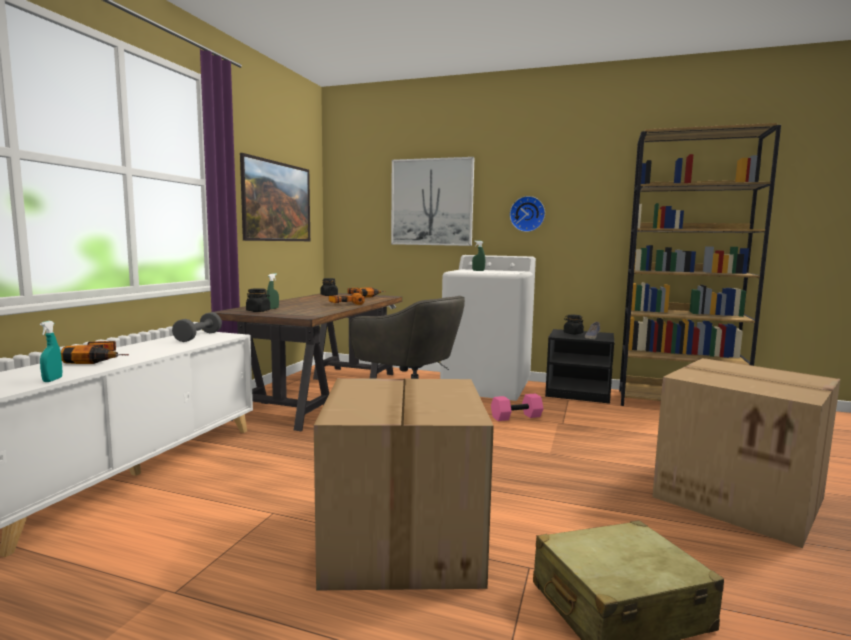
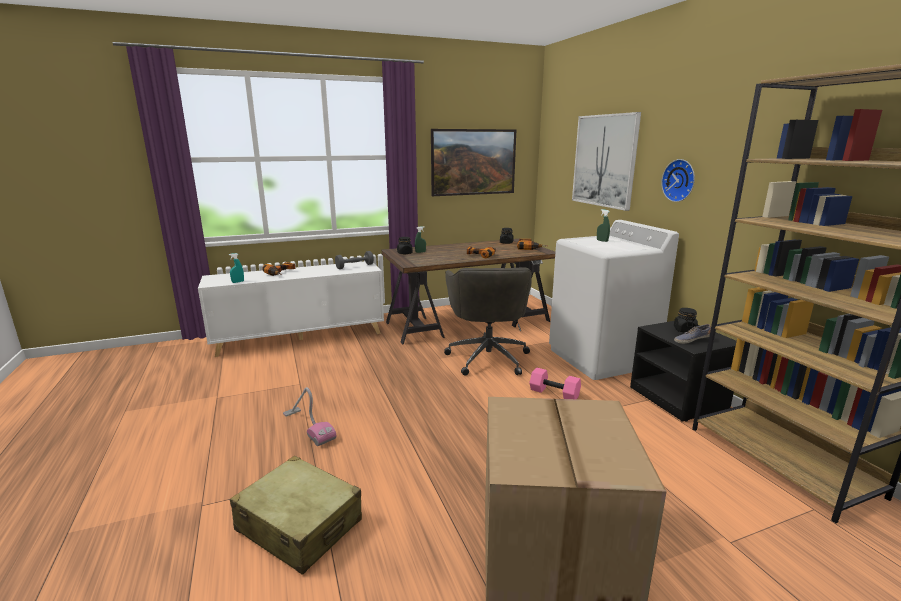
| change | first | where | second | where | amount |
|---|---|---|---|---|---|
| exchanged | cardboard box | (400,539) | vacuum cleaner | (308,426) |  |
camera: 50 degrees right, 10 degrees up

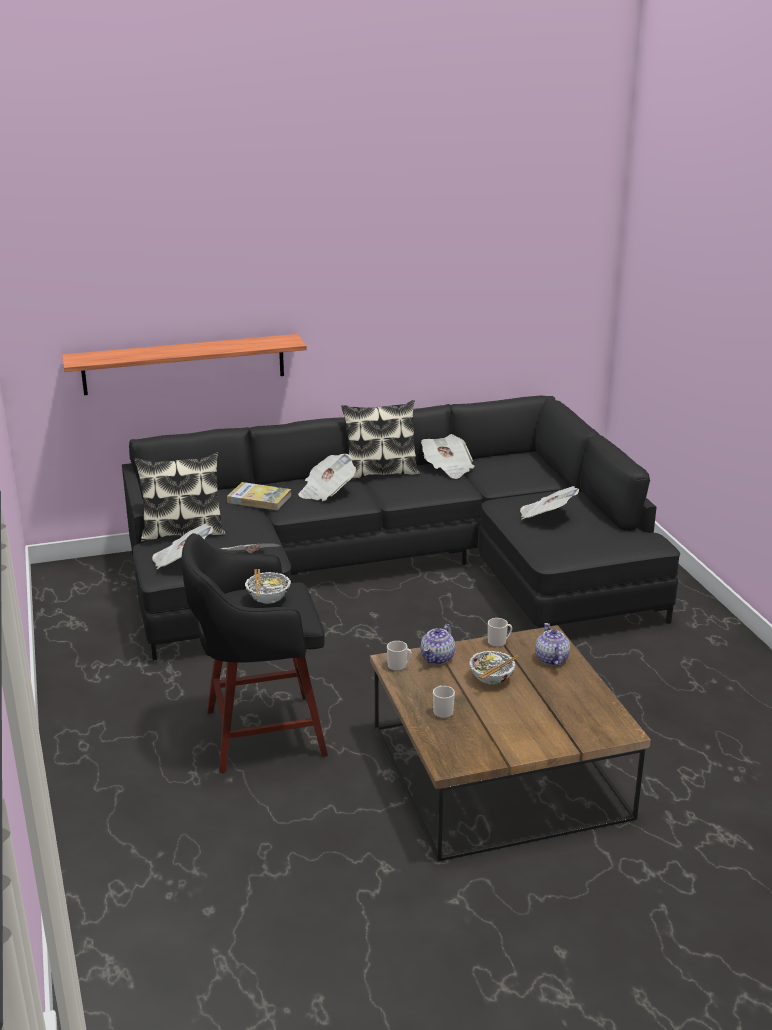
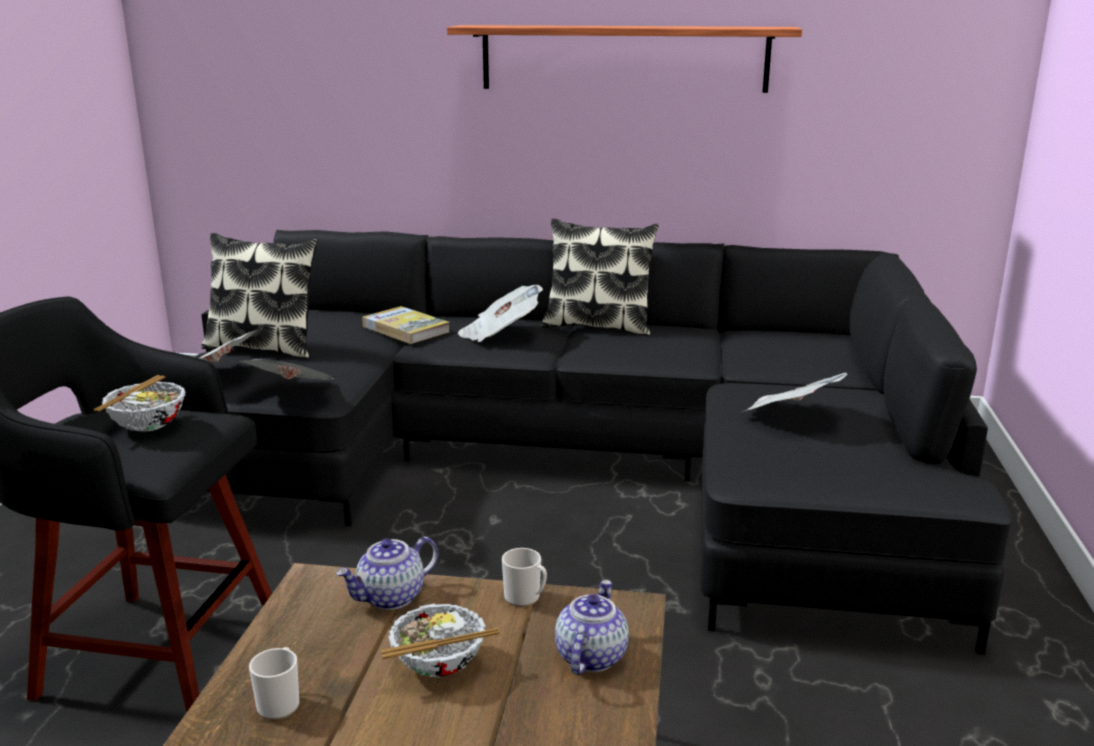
| change | first | where | second | where | amount |
|---|---|---|---|---|---|
| missing | mug | (399,666) |  |  |  |
| missing | newspaper | (447,468) |  |  |  |
| relocated | wall shelf | (184,364) |  | (624,58) |  |
camera: 25 degrees right, 5 degrees down

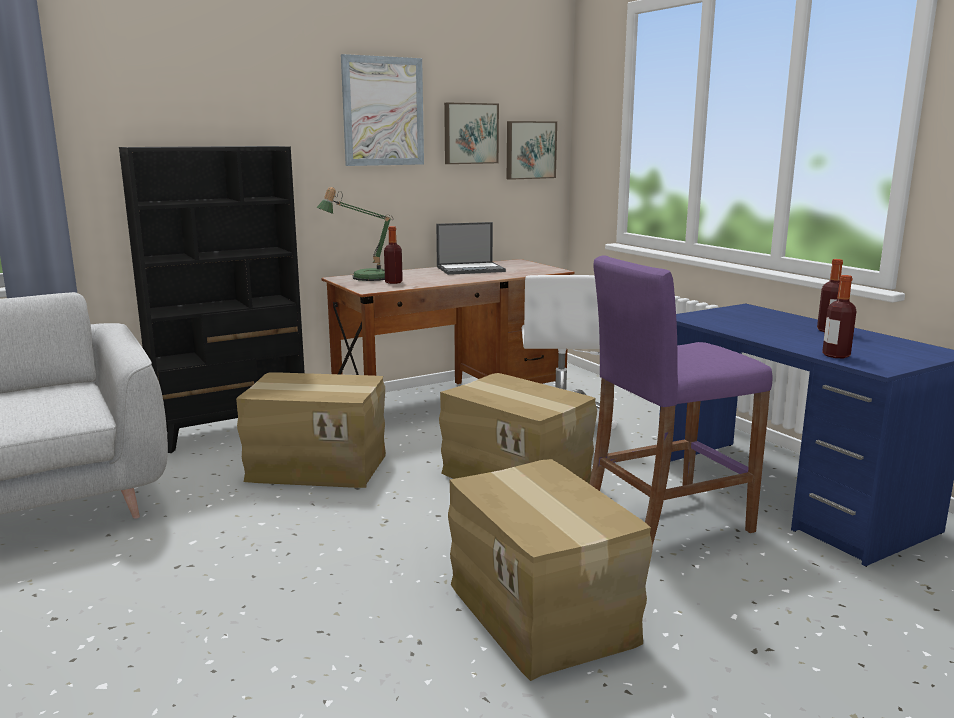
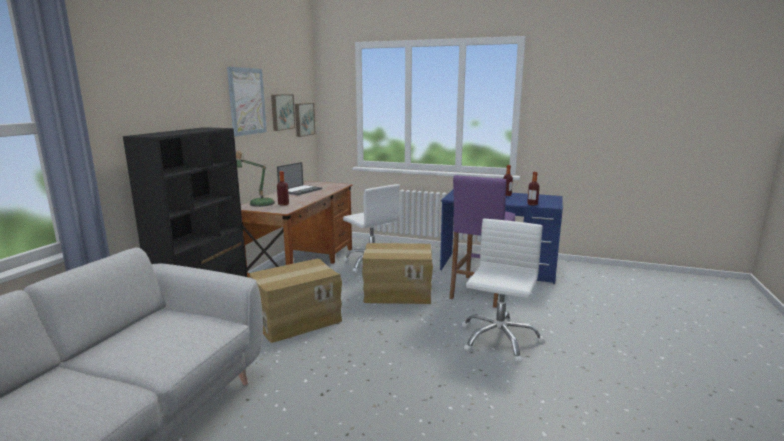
| change | first | where | second | where | amount |
|---|---|---|---|---|---|
| exchanged | cardboard box | (543,611) | whitish desk chair | (498,339) |  |
camera: 40 degrees left, 0 degrees up

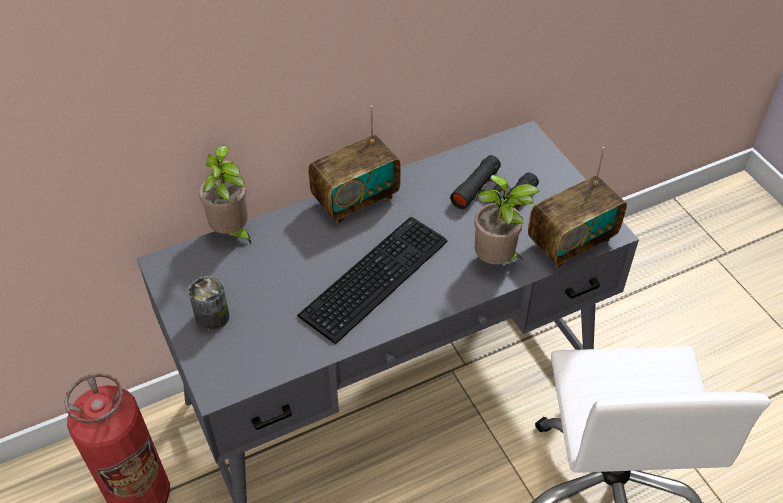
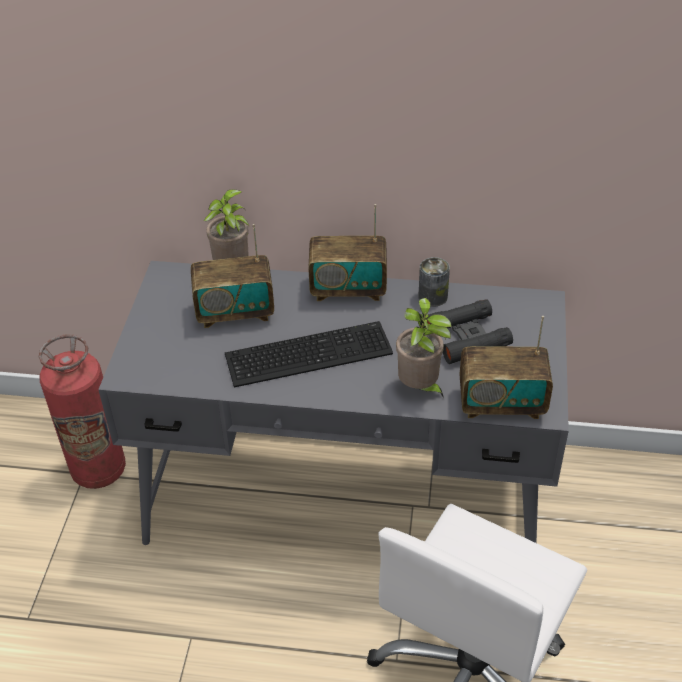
| change | first | where | second | where | amount |
|---|---|---|---|---|---|
| appeared |  |  | radio | (235,312) |  |
| relocated | metal can | (212,317) |  | (433,296) |  |
camera: 35 degrees right, 5 degrees down

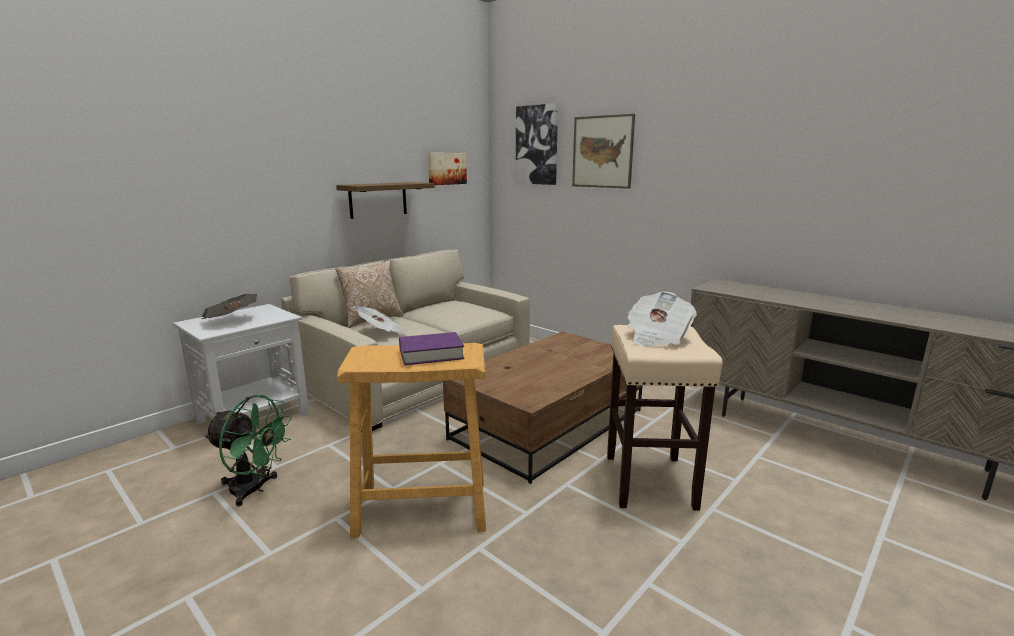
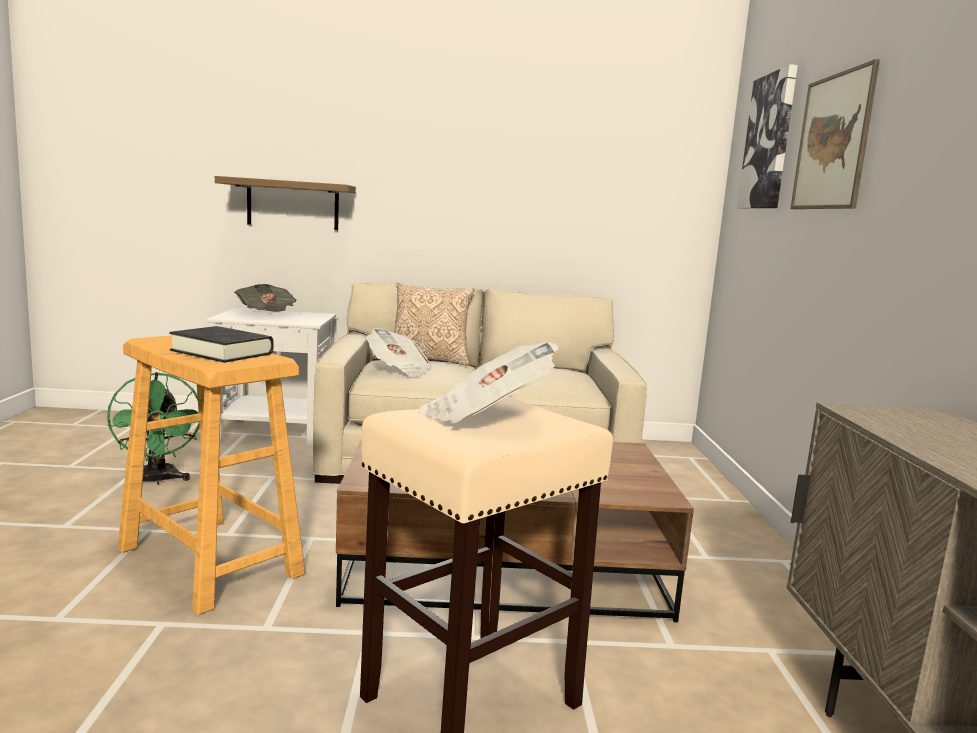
| change | first | where | second | where | amount |
|---|---|---|---|---|---|
| missing | wall art | (446,168) |  |  |  |
| relocated | wall shelf | (378,199) |  | (293,204) |  |
| colour | purplish volume | (431,354) | blackish volume | (222,352) |  |
camera: 45 degrees right, 5 degrees down

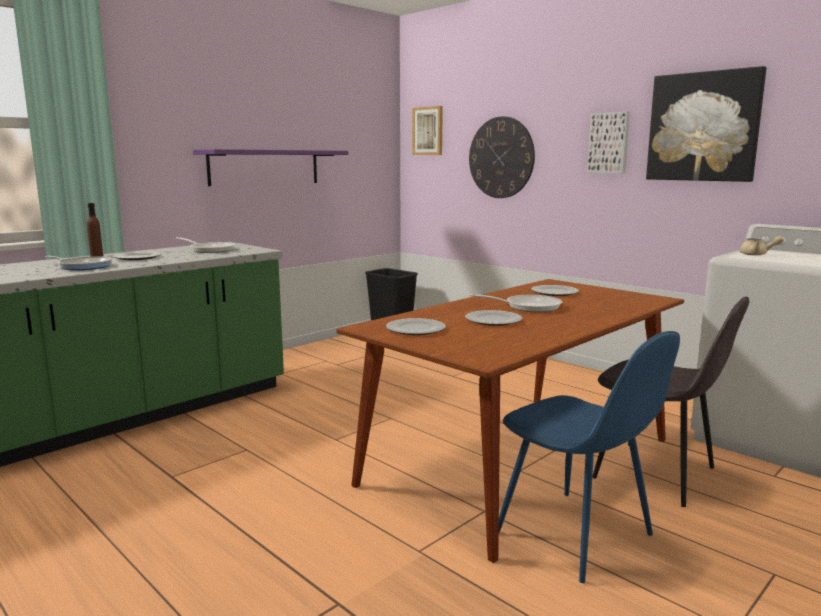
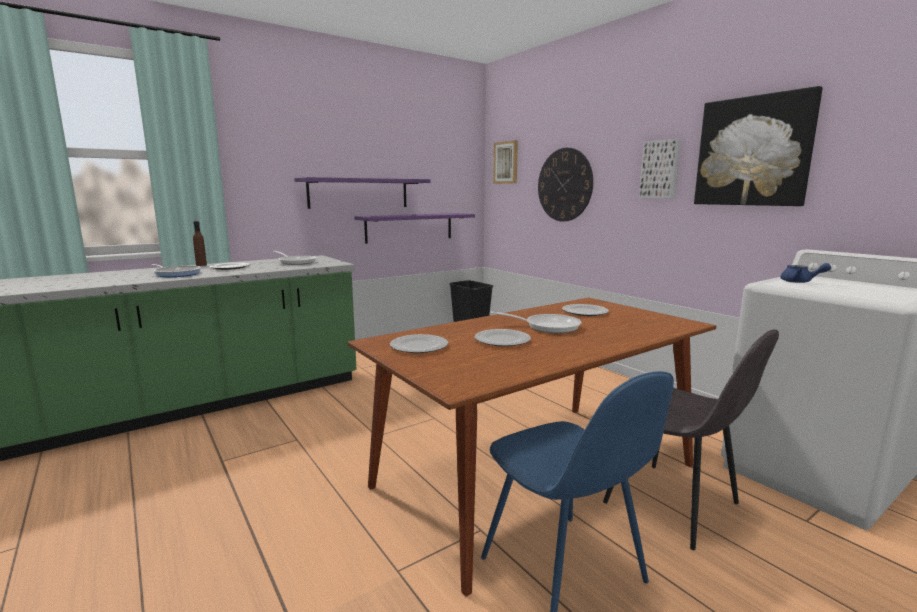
| change | first | where | second | where | amount |
|---|---|---|---|---|---|
| appeared |  |  | purplish wall shelf | (409,227) |  |
| colour | sand-coloured tea pot | (757,254) | blue-coloured tea pot | (800,282) |  |
camera: 10 degrees right, 0 degrees up

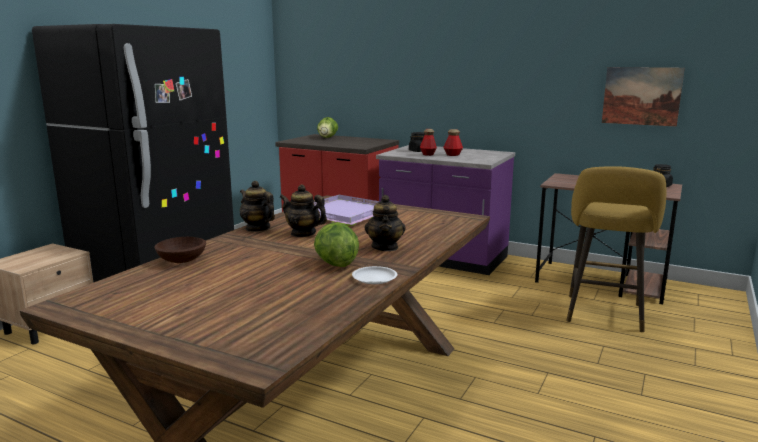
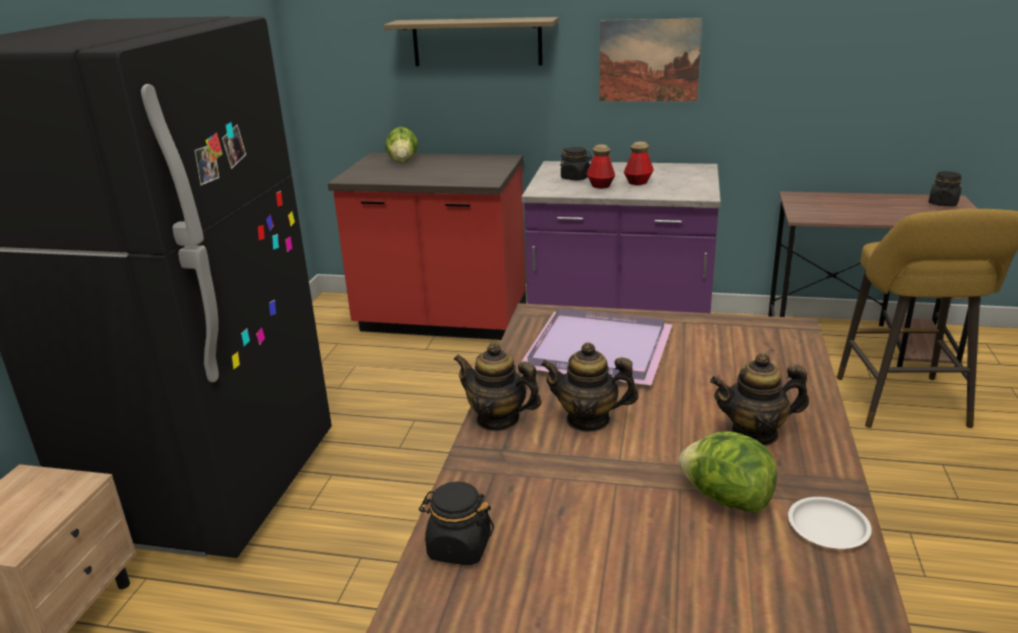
| change | first | where | second | where | amount |
|---|---|---|---|---|---|
| appeared |  |  | wall shelf | (477,42) |  |
| relocated | wall art | (641,96) |  | (649,60) |  |
| exchanged | brown serving bowl | (183,260) | blackish storage jar | (459,547) |  |
| spun | tea pot | (385,247) |  | (755,433) | 105 degrees clockwise |
camera: 15 degrees left, 10 degrees up

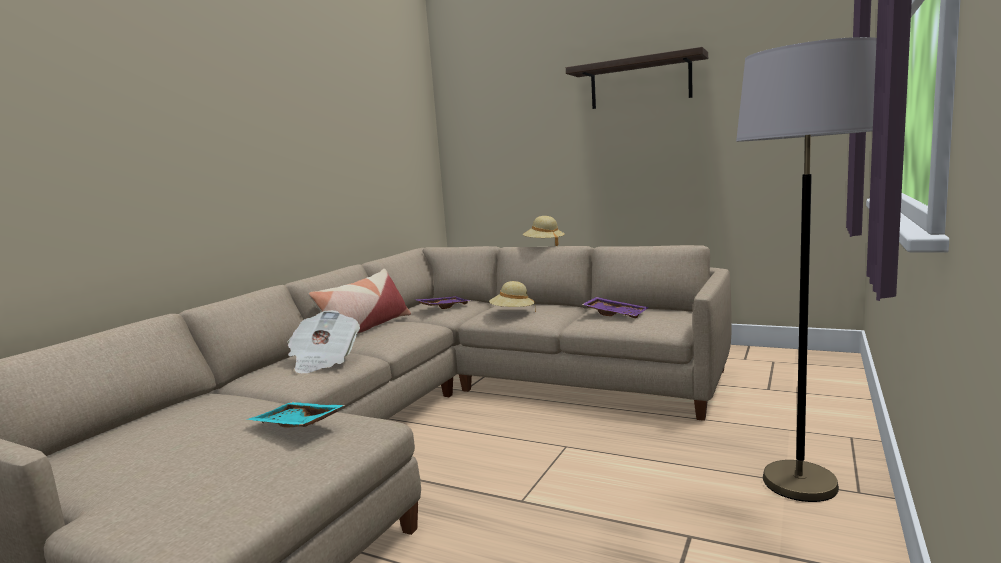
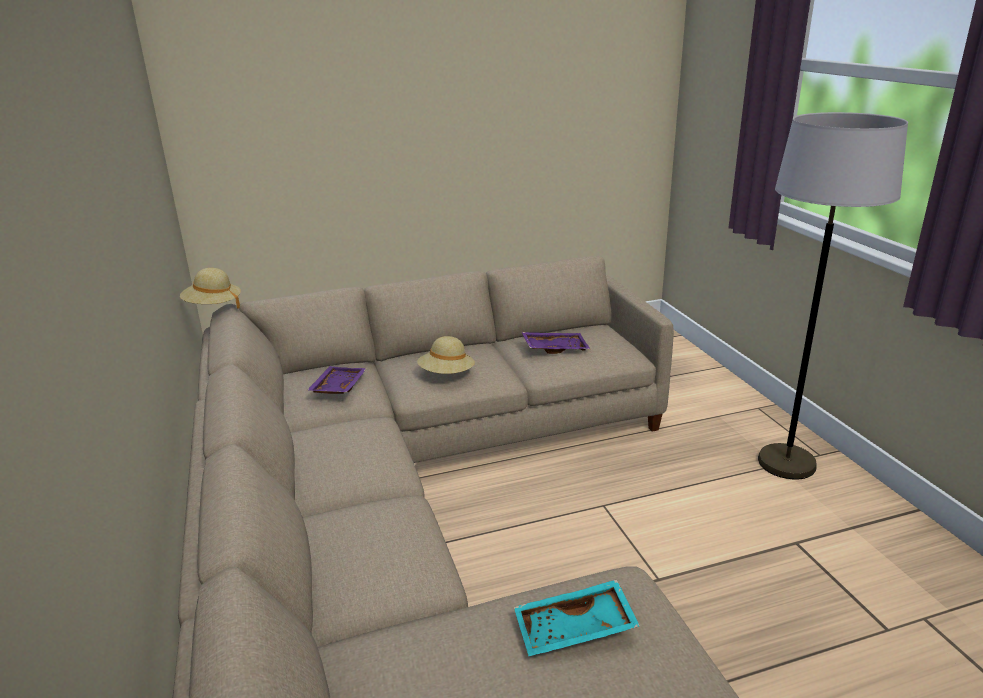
| change | first | where | second | where | amount |
|---|---|---|---|---|---|
| missing | newspaper | (324,360) |  |  |  |
| missing | cushion | (366,328) |  |  |  |
| missing | wall shelf | (640,82) |  |  |  |
| relocated | sand-coloured clothing hat | (544,244) |  | (213,306) |  |
camera: 45 degrees left, 15 degrees up

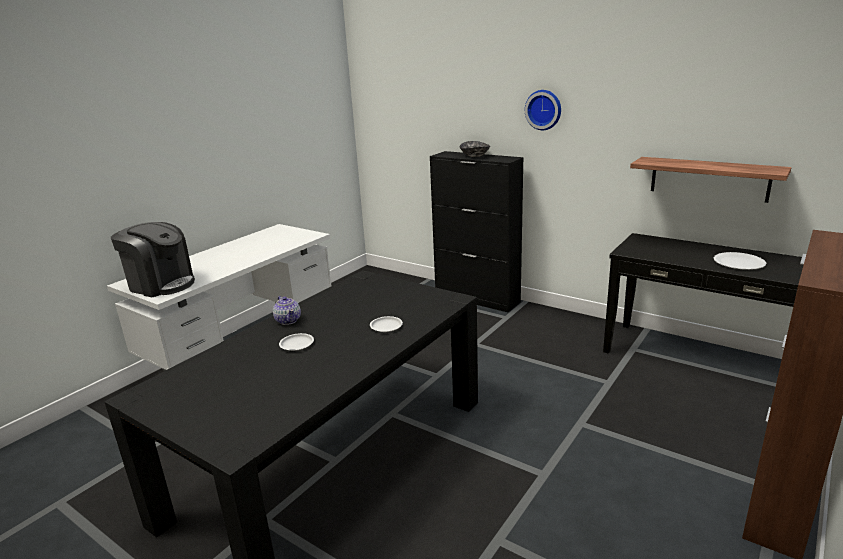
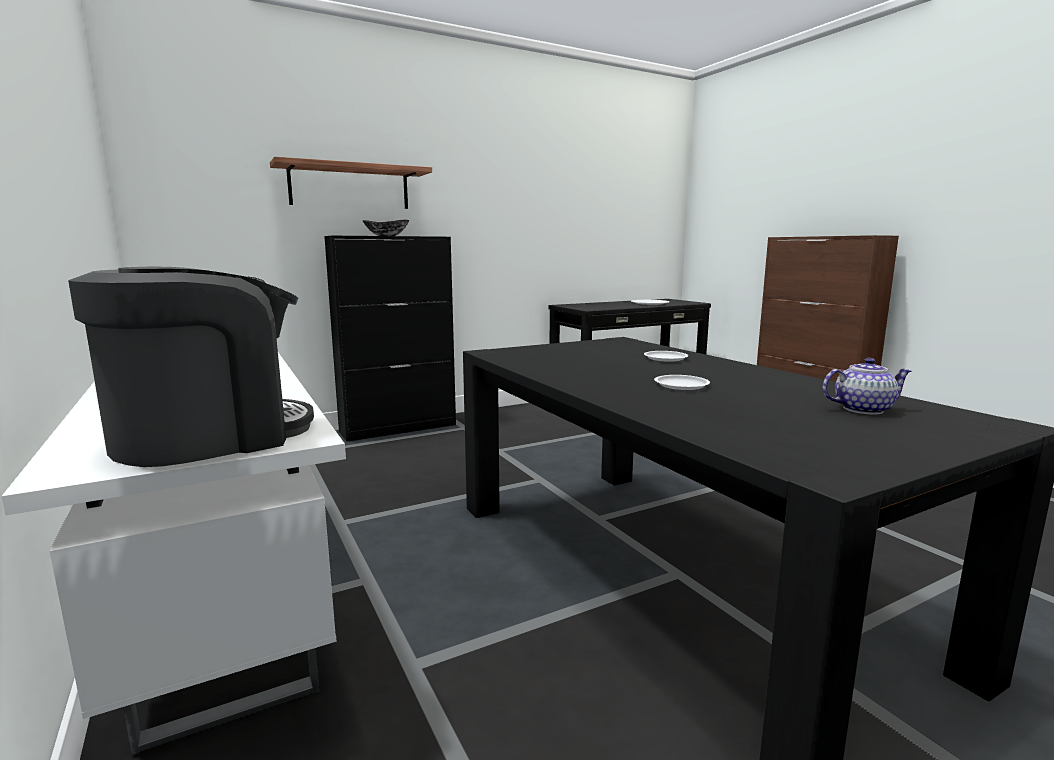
| change | first | where | second | where | amount |
|---|---|---|---|---|---|
| missing | wall clock | (544,109) |  |  |  |
| relocated | tea pot | (288,320) |  | (862,409) |  |
| relocated | wall shelf | (709,179) |  | (350,187) |  |
camera: 65 degrees left, 10 degrees down

